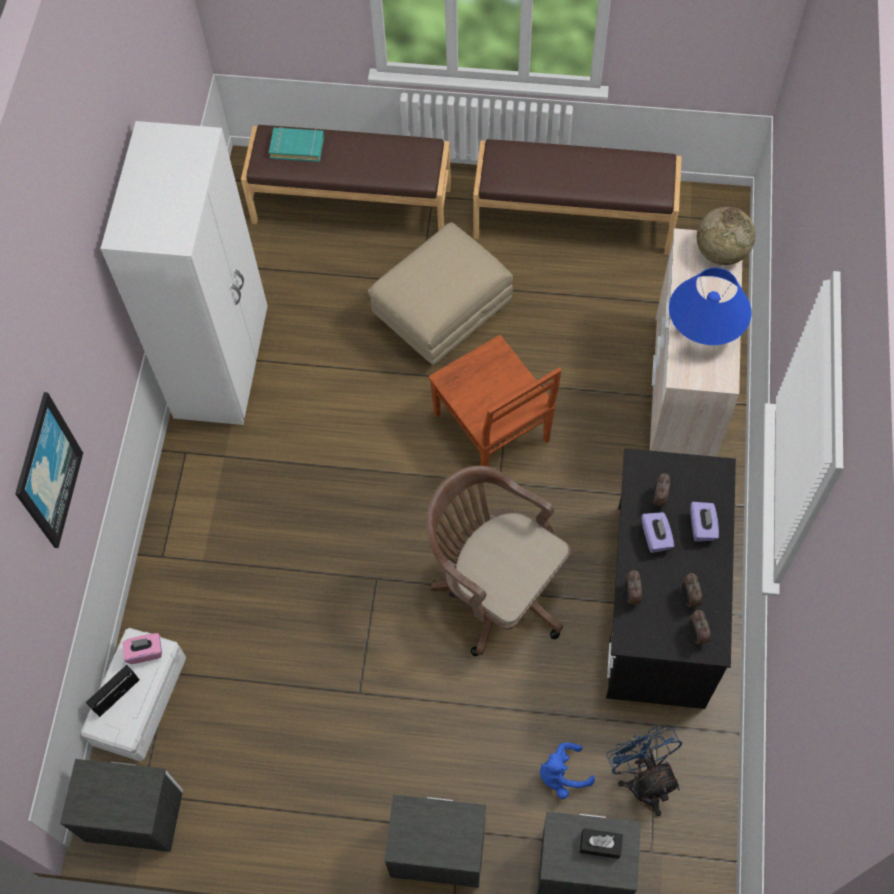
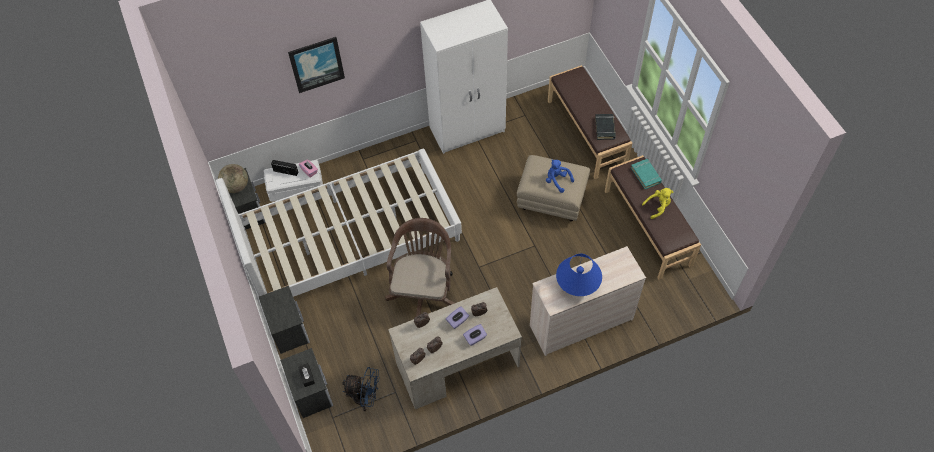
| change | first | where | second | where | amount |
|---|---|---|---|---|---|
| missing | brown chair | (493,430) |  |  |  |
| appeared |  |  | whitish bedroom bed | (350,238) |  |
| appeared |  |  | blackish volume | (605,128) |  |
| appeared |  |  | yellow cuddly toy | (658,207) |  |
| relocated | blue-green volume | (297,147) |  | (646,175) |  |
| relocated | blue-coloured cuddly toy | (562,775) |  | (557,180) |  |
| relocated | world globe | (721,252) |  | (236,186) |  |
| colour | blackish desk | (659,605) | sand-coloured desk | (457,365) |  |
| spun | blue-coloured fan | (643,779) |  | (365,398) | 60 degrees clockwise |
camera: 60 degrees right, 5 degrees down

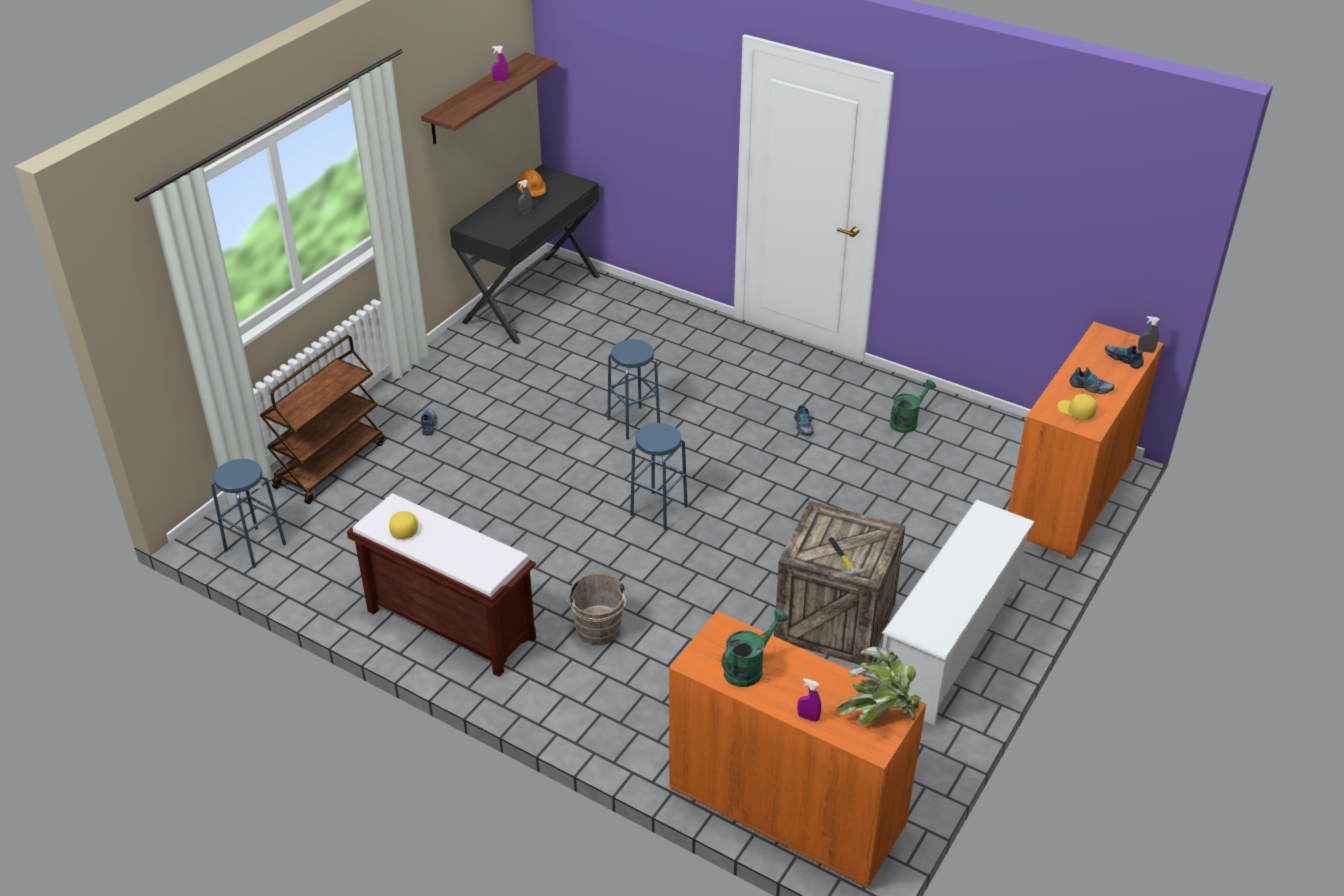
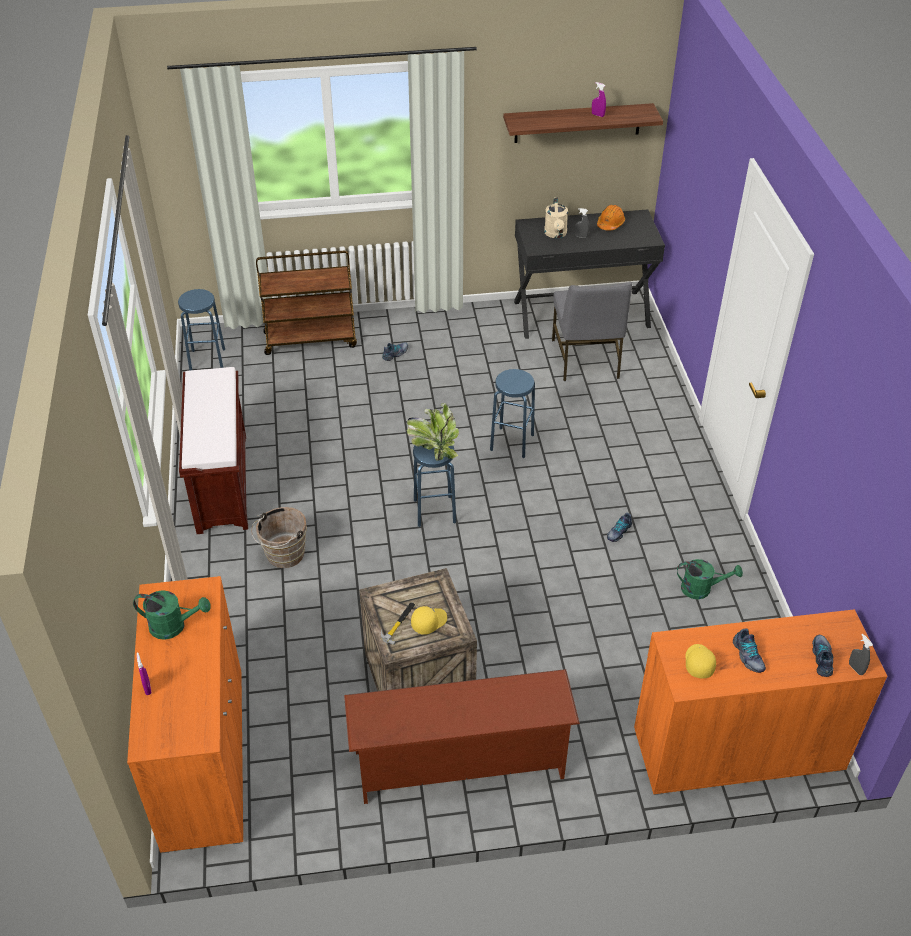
| change | first | where | second | where | amount |
|---|---|---|---|---|---|
| appeared |  |  | sand-coloured watering pot | (556,234) |  |
| appeared |  |  | gray chair | (586,359) |  |
| relocated | yellow cap | (404,527) |  | (428,622) |  |
| relocated | houseplant | (879,711) |  | (433,448) |  |
| colour | whitish shoe rack | (949,648) | brown shoe rack | (460,766) |  |
camera: 50 degrees right, 5 degrees up

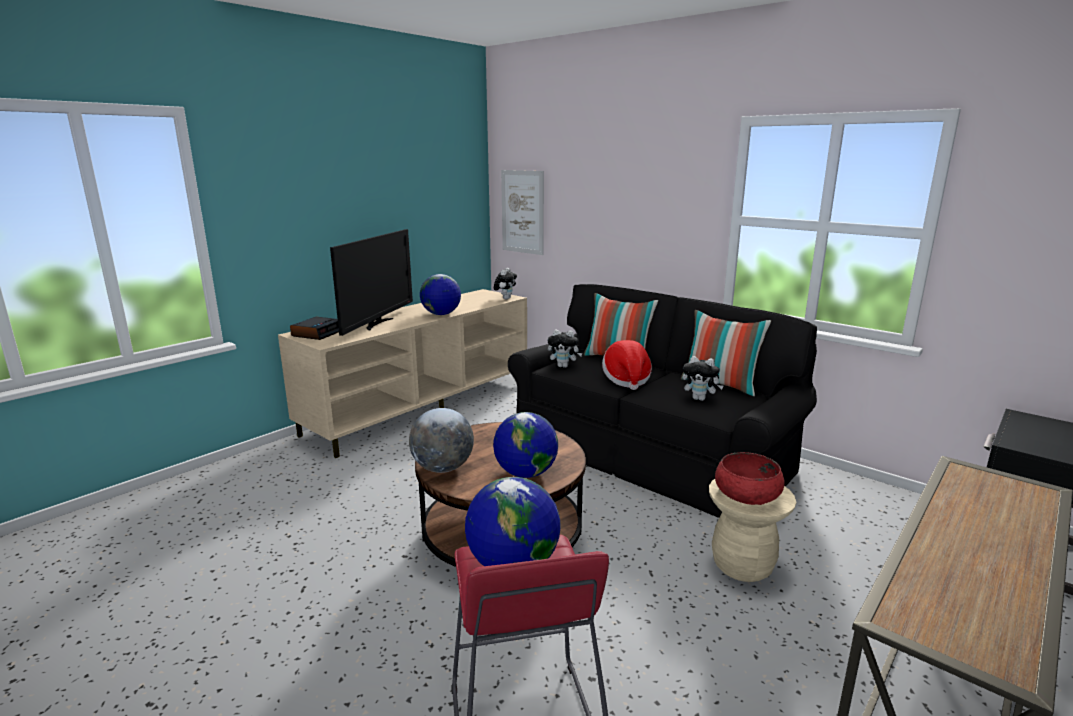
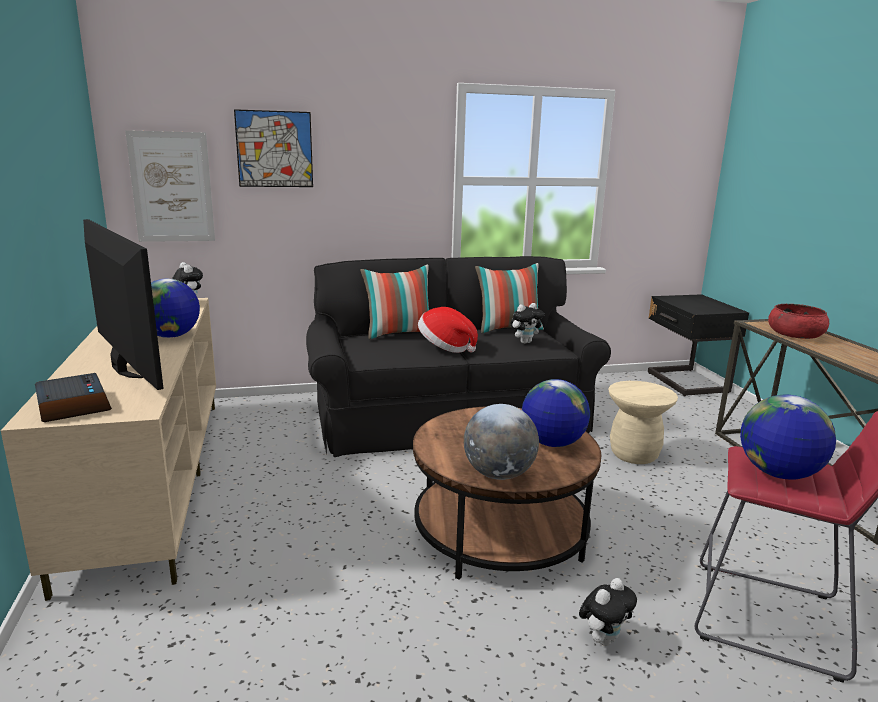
| change | first | where | second | where | amount |
|---|---|---|---|---|---|
| appeared |  |  | wall art | (274,149) |  |
| relocated | cuddly toy | (564,366) |  | (603,638) |  |
| relocated | red-coloured serving bowl | (747,493) |  | (795,334) |  |
camera: 55 degrees left, 0 degrees up

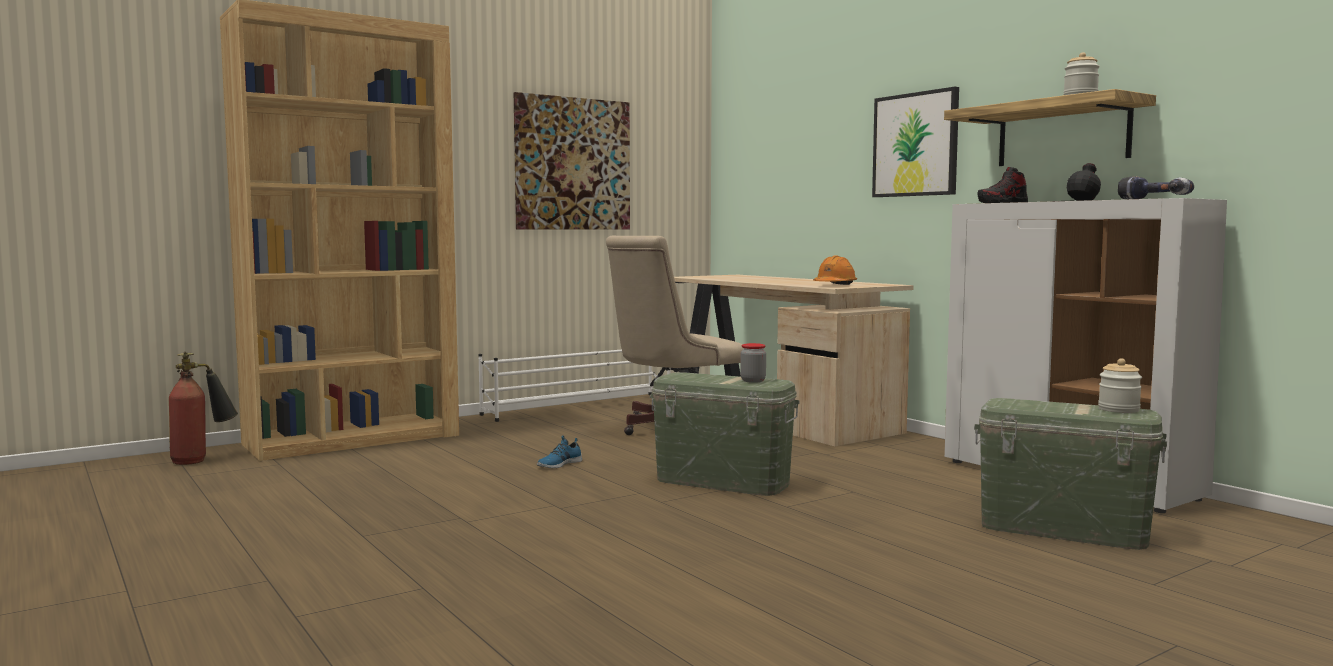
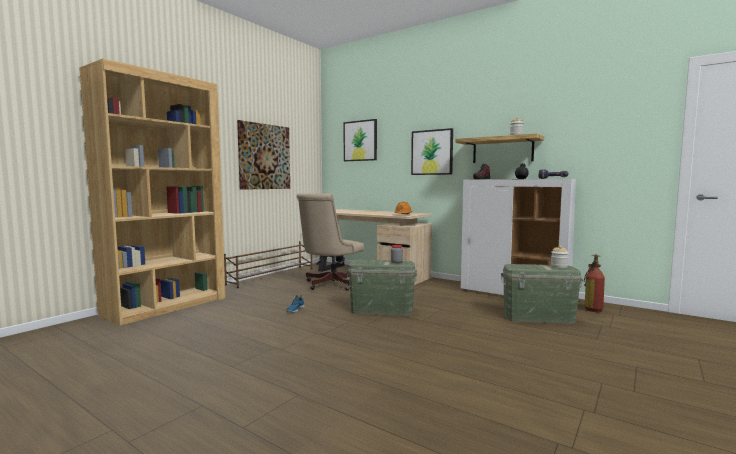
| change | first | where | second | where | amount |
|---|---|---|---|---|---|
| appeared |  |  | wall art | (360,141) |  |
| relocated | fire-fighting cylinder | (202,459) |  | (592,308) |  |
| colour | whitish shoe rack | (580,407) | brown shoe rack | (272,276) |  |
camera: 20 degrees left, 0 degrees up

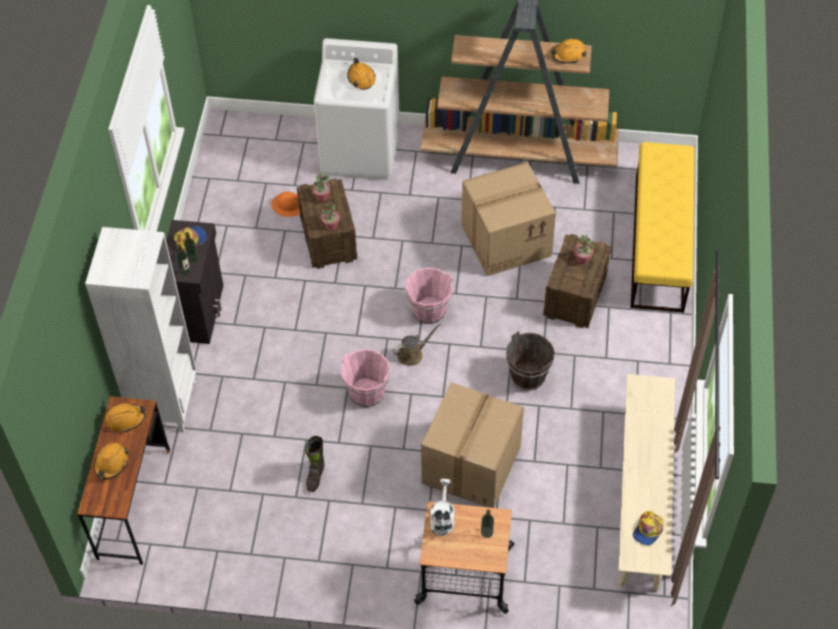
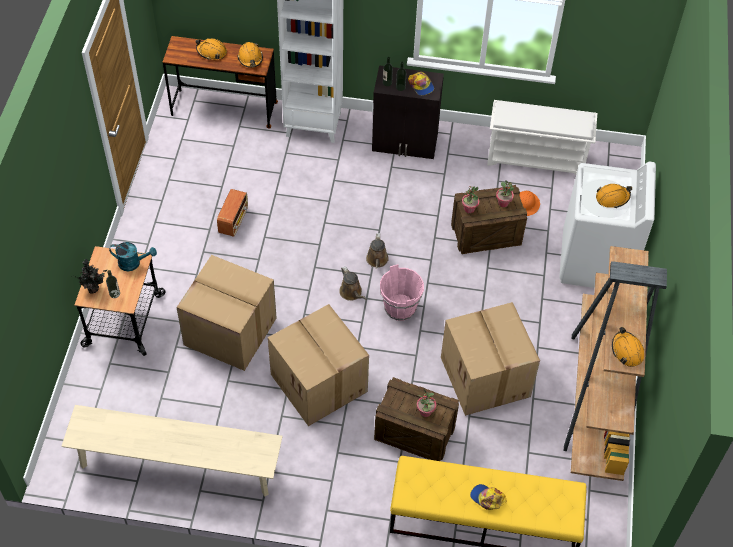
| change | first | where | second | where | amount |
|---|---|---|---|---|---|
| missing | pinkish water bucket | (366,393) |  |  |  |
| appeared |  |  | houseplant | (94,288) |  |
| appeared |  |  | brown watering pot | (377,260) |  |
| appeared |  |  | whitish shoe rack | (537,158) |  |
| relocated | cap | (648,530) |  | (487,498) |  |
| exchanged | blackish boot | (315,476) | radio | (233,220) |  |
| exchanged | brown water bucket | (528,376) | cardboard box | (320,383) |  |
| colour | whitish watering pot | (442,519) | blue-green watering pot | (133,263) |  |
camera: 90 degrees right, 0 degrees up

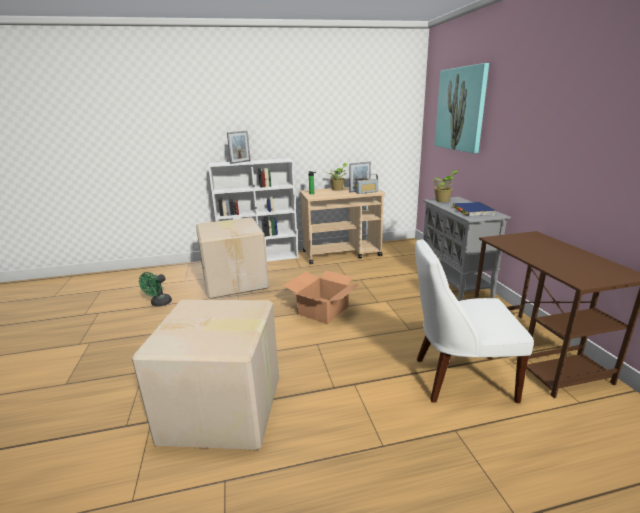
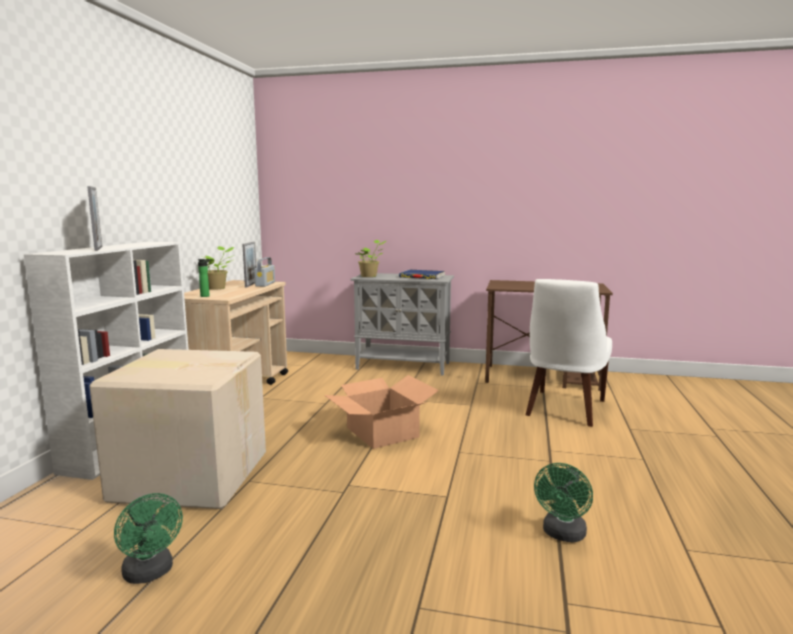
| change | first | where | second | where | amount |
|---|---|---|---|---|---|
| missing | wall art | (461,109) |  |  |  |
| exchanged | cardboard box | (224,410) | green-coloured fan | (562,535) |  |
camera: 65 degrees left, 10 degrees down

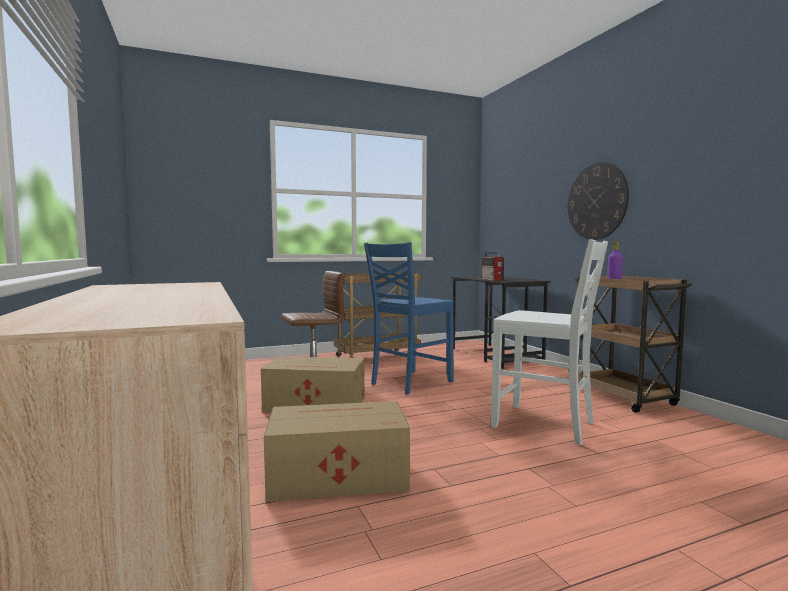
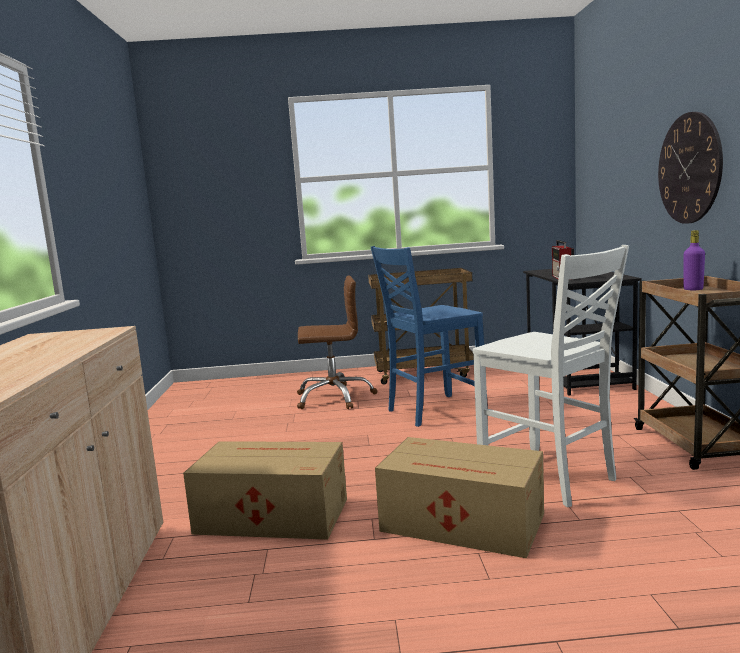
| change | first | where | second | where | amount |
|---|---|---|---|---|---|
| relocated | cardboard box | (316,404) |  | (464,523) |  |
camera: 20 degrees right, 5 degrees up

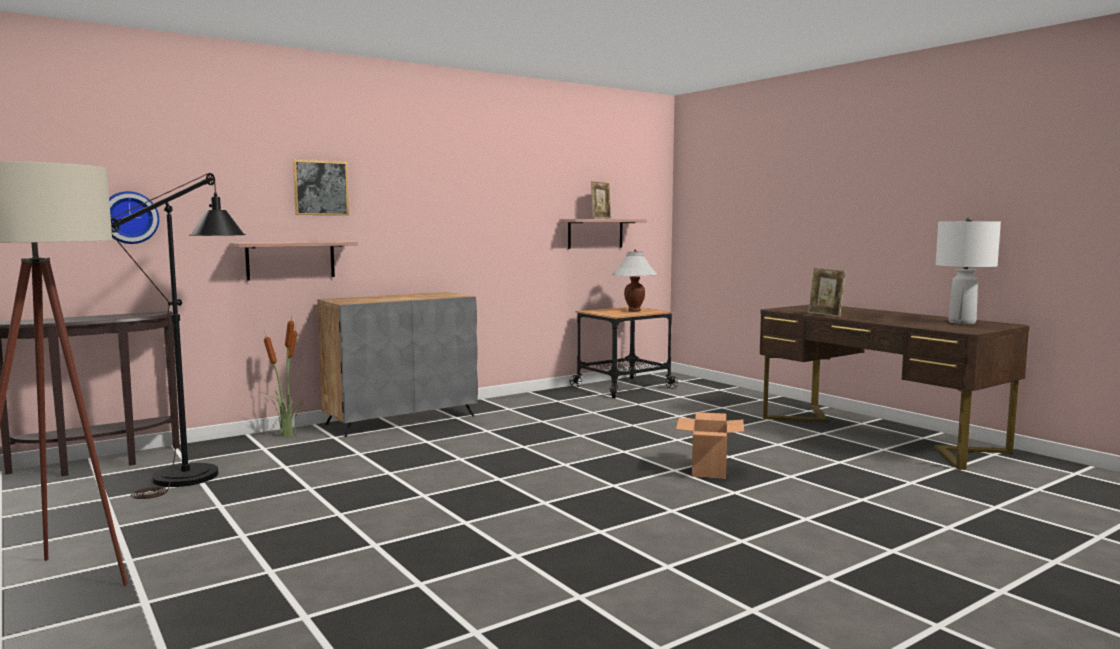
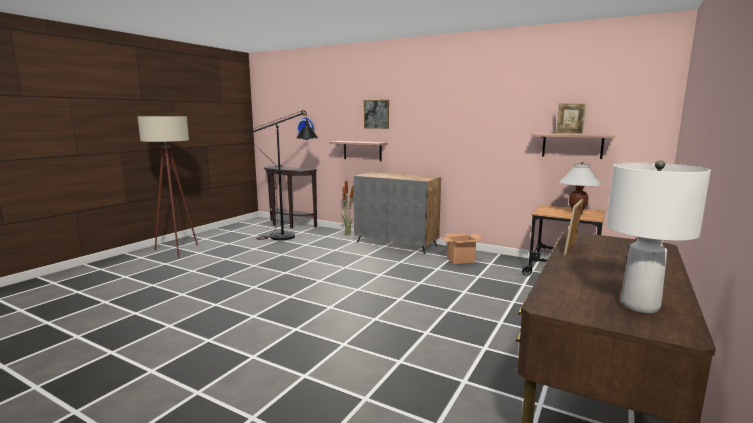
| change | first | where | second | where | amount |
|---|---|---|---|---|---|
| relocated | cardboard box | (709,470) |  | (460,260) |  |
camera: 65 degrees right, 5 degrees up

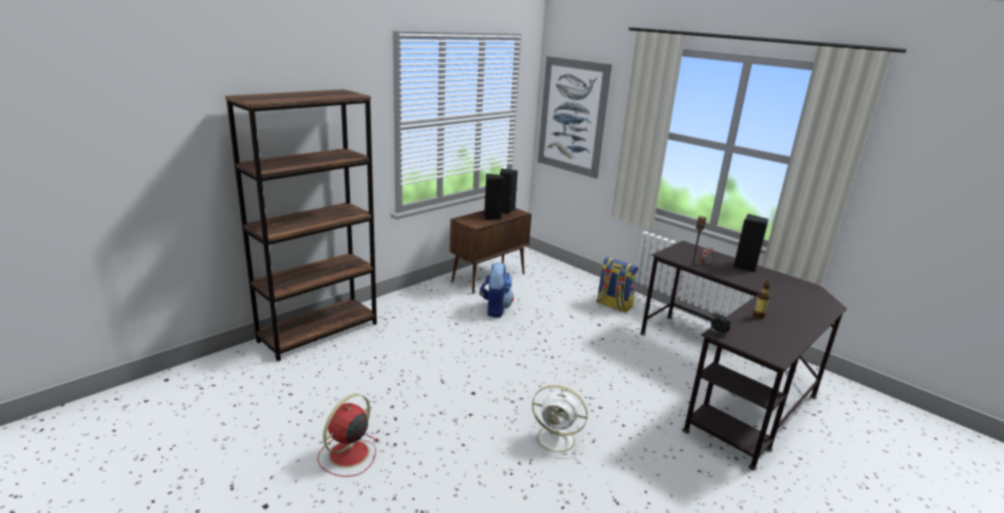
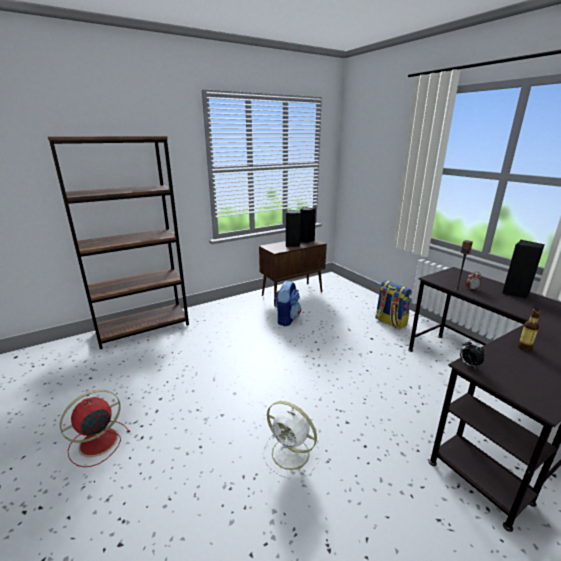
| change | first | where | second | where | amount |
|---|---|---|---|---|---|
| missing | wall art | (572,116) |  |  |  |
camera: 15 degrees right, 0 degrees up

